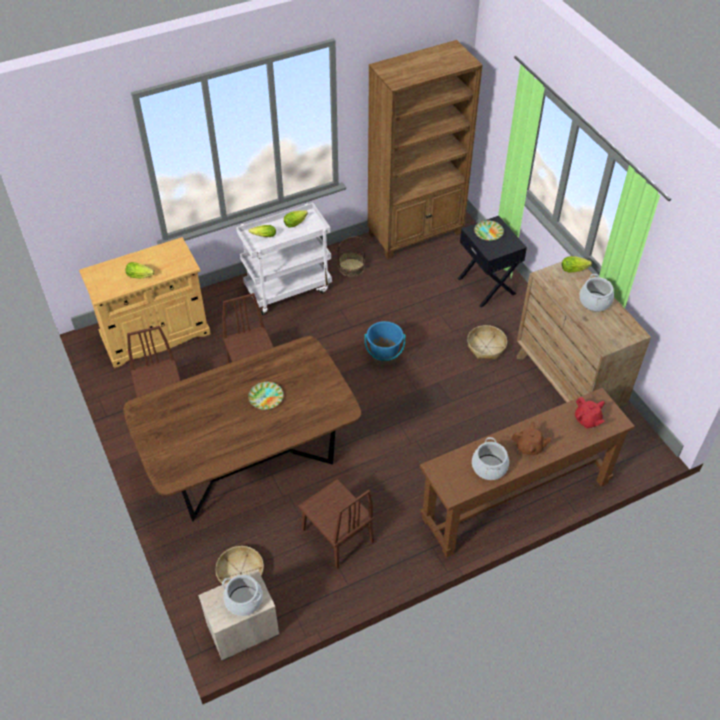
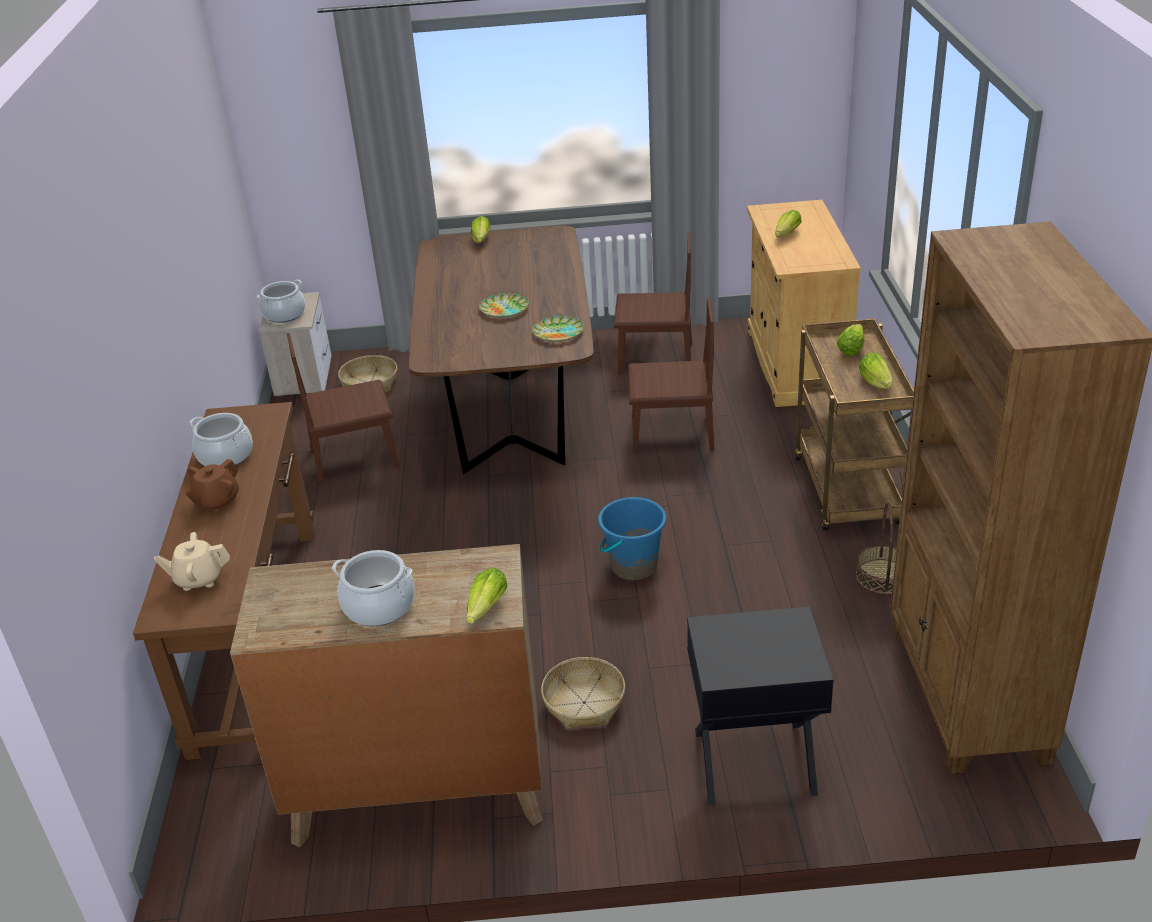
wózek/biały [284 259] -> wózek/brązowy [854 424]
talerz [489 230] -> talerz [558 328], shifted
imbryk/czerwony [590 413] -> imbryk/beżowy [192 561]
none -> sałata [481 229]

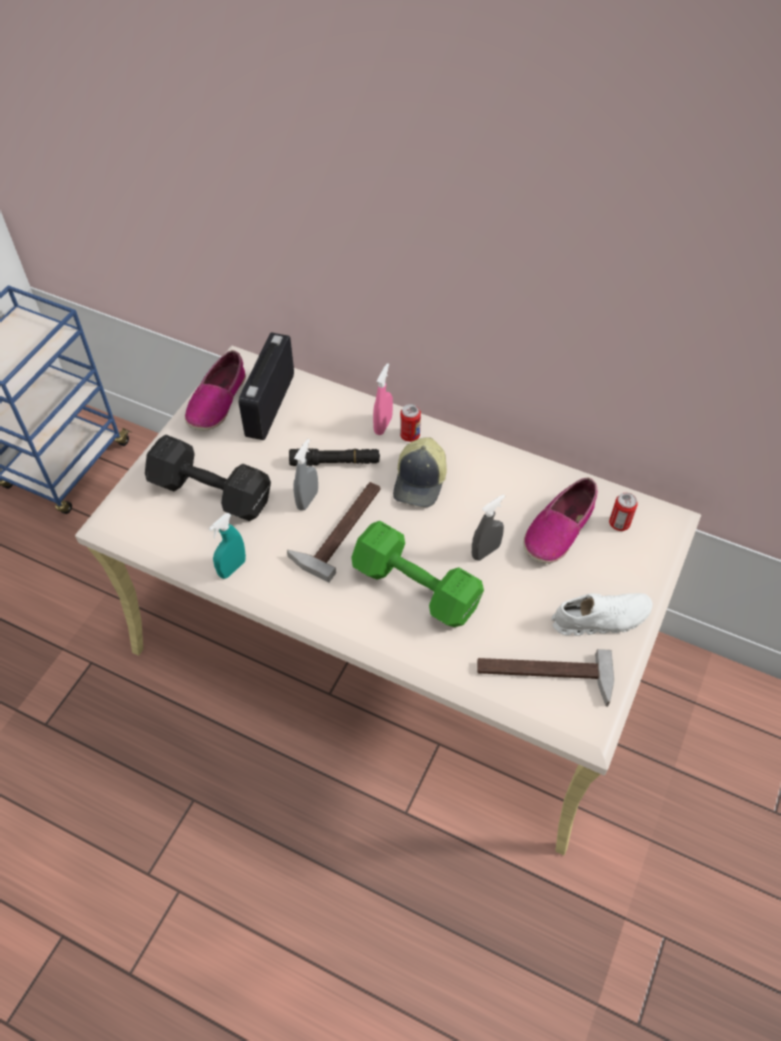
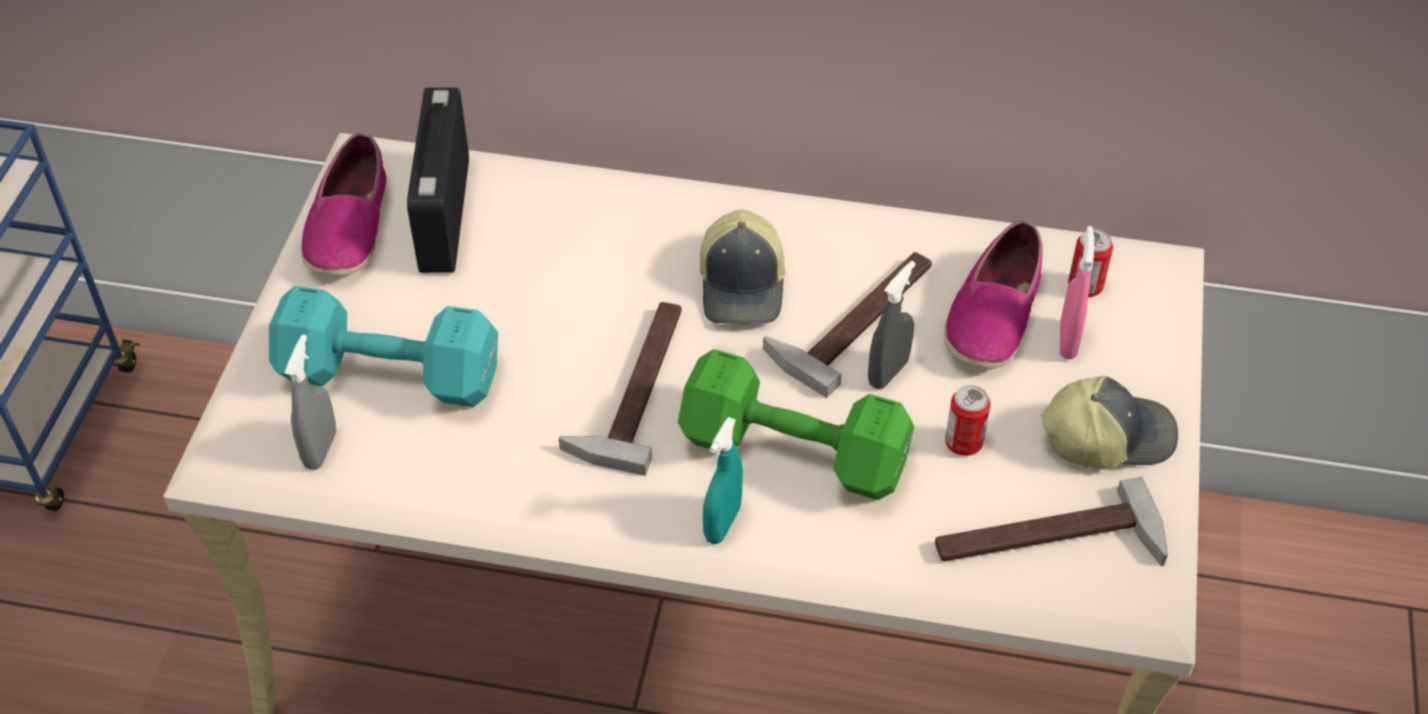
hantel/czarny [208 478] -> hantel/turkusowy [383 346]
spryskiwacz/turkusowy [227 546] -> spryskiwacz/turkusowy [723 480], shifted
latarka/czarny [334 457] -> none
spryskiwacz/szary [306 475] -> spryskiwacz/szary [310 402], shifted
spryskiwacz/różowy [383 399] -> spryskiwacz/różowy [1077 292], shifted
puszka [410 423] -> puszka [967 420], shifted
but/biały [602 614] -> czapka z daszkiem [1109 423]
none -> młotek [847 325]

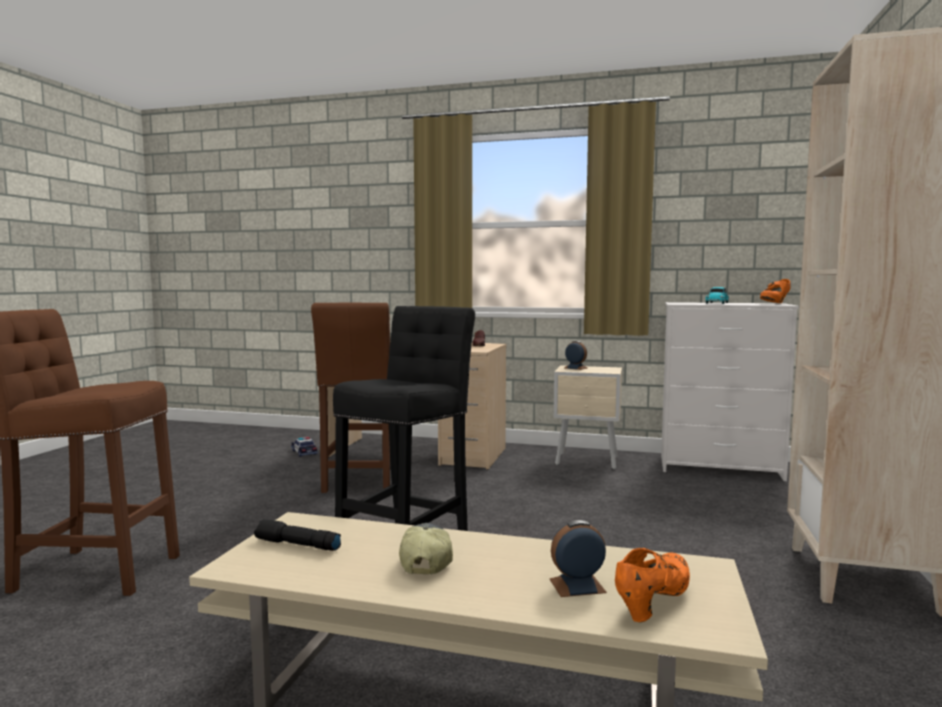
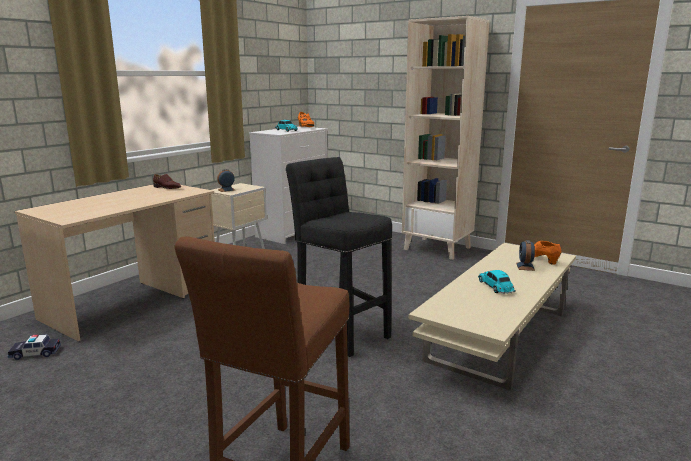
latarka/czarny [297 535] -> none
stołek/brązowy [350 398] -> none
czapka z daszkiem [426 548] -> samochodzik [497 282]

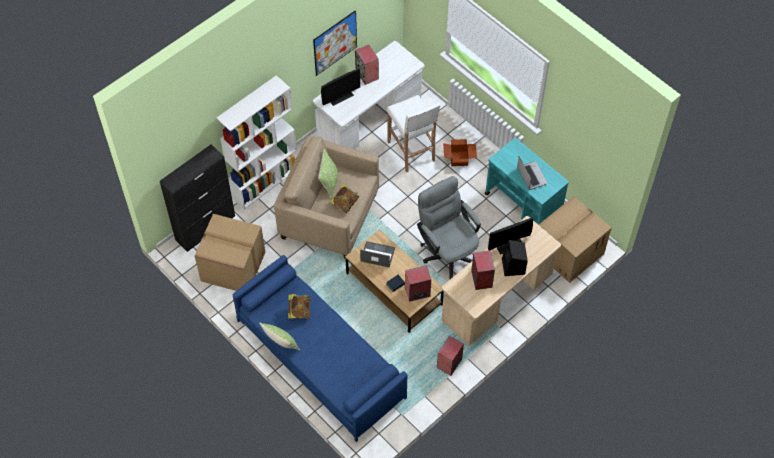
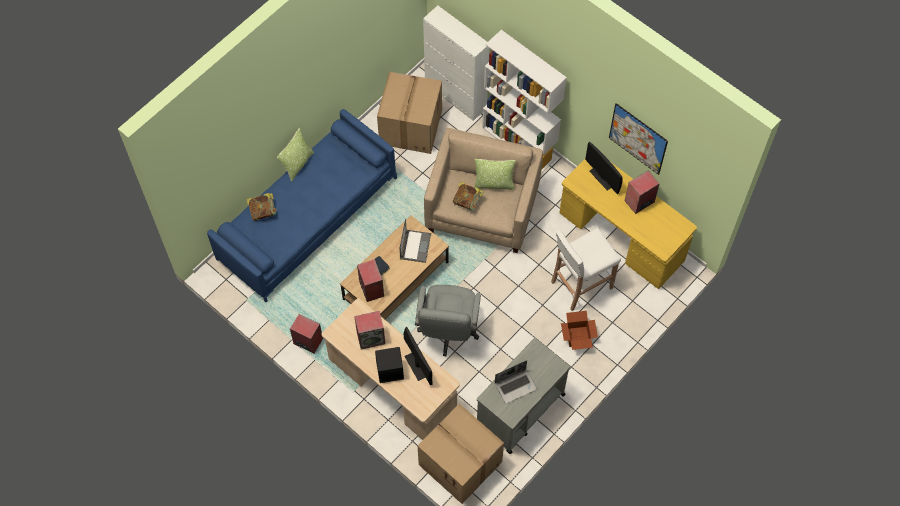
szafka/czarny [197 198] -> szafka/biały [456 63]
książka [299 306] -> książka [262 207], shifted
biurko/biały [368 95] -> biurko/żółty [628 224]
krzesło biurowe/szary [449 227] -> krzesło biurowe/szary [448 321], 135 degrees clockwise
wózek/turkusowy [527 181] -> wózek/szary [523 396]

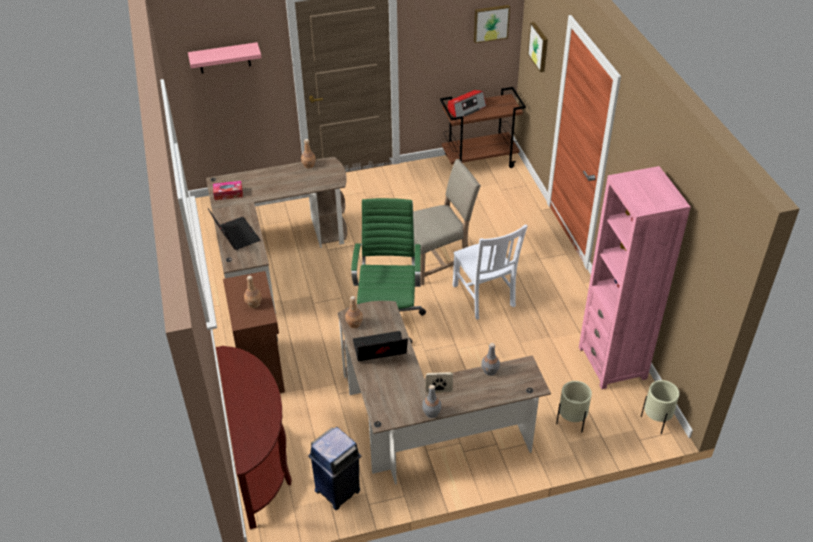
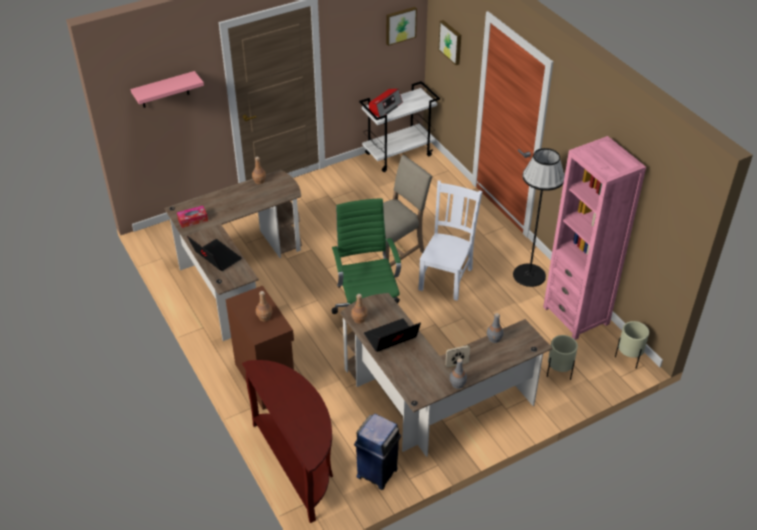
wózek/brązowy [483 127] -> wózek/biały [399 126]
krzesło/biały [490 272] -> krzesło/biały [450 241], 120 degrees counterclockwise
none -> lampa stojąca/czarny [539 217]

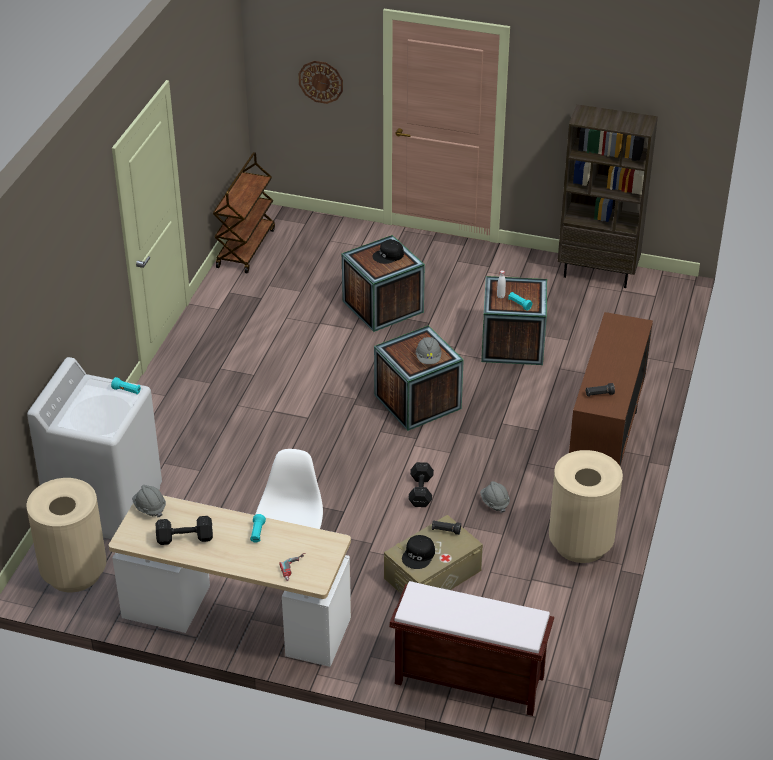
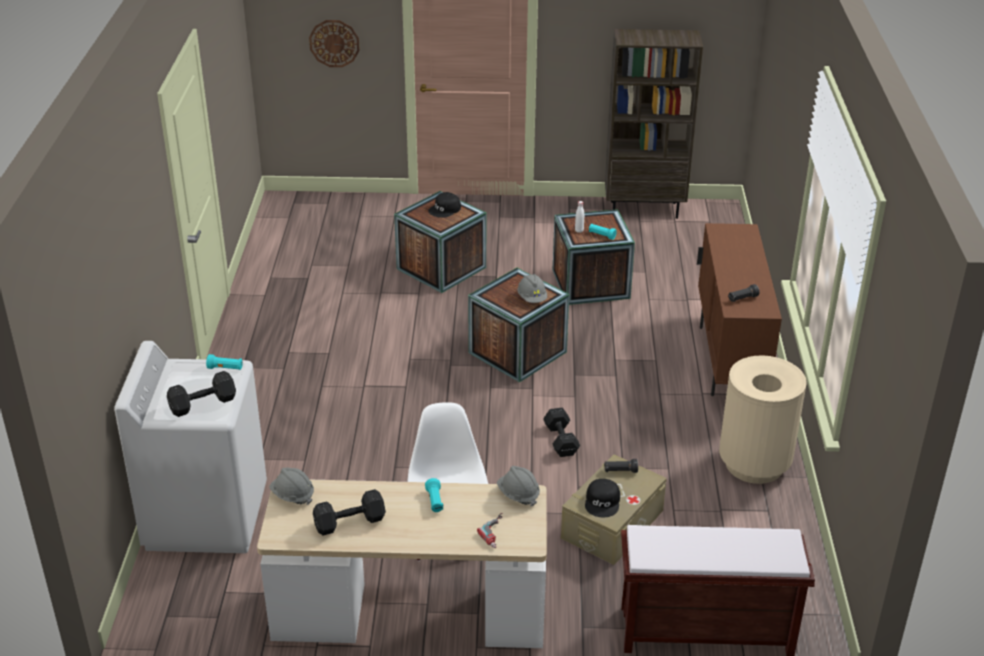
kosz na śmieci/beżowy [67 535] -> none
wózek/brązowy [244 212] -> none
kask/szary [495 497] -> kask/szary [518 486], shifted
none -> hantel/czarny [201 394]

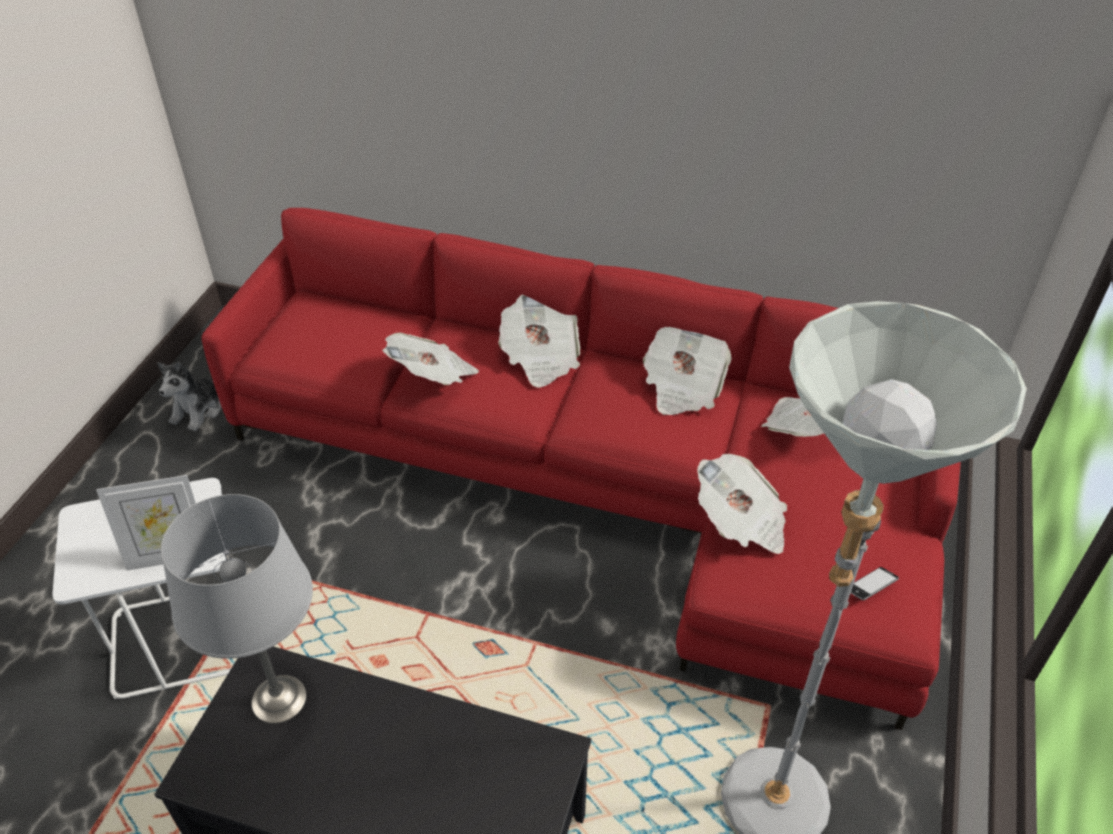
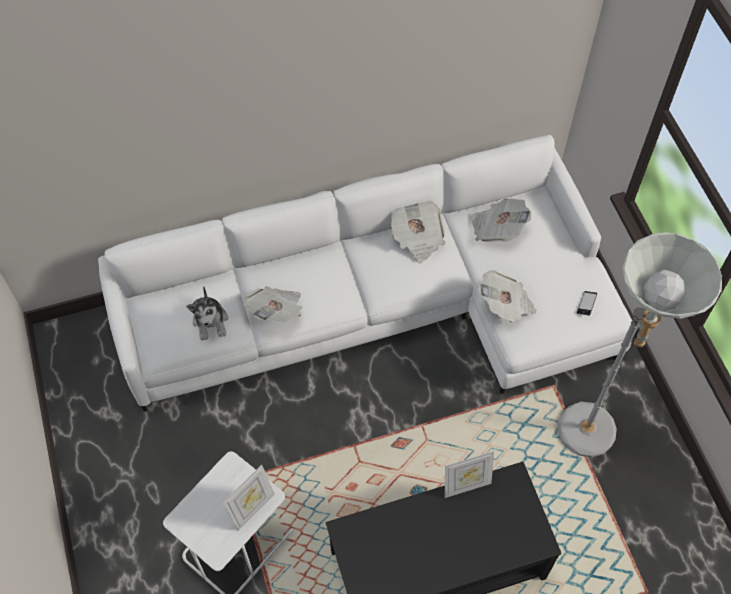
pluszak [189 396] -> pluszak [207 313], shifted
lampa stołowa/szary [237 609] -> none
kanapa/czerwony [581 469] -> kanapa/biały [365 273]
gazeta [539 341] -> none
none -> ramka na zdjęcie [469 474]

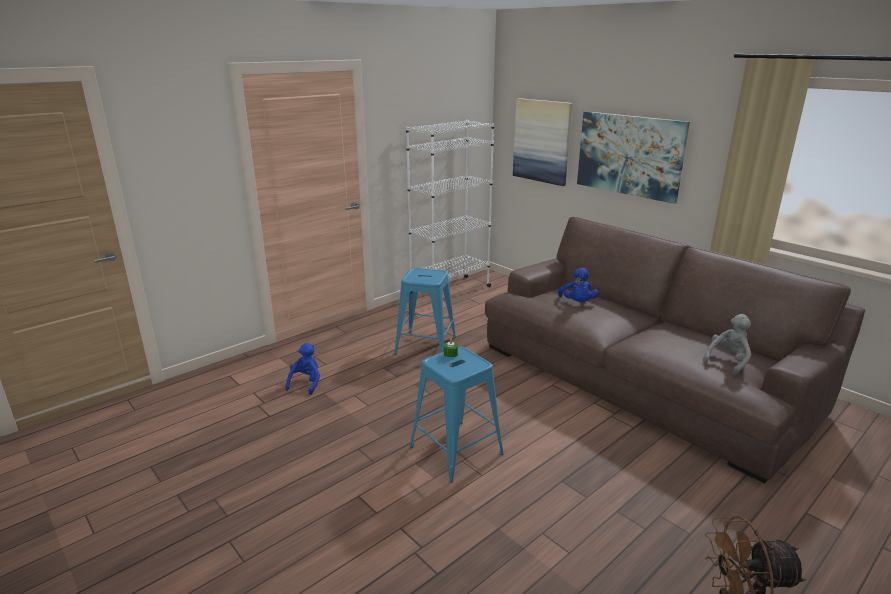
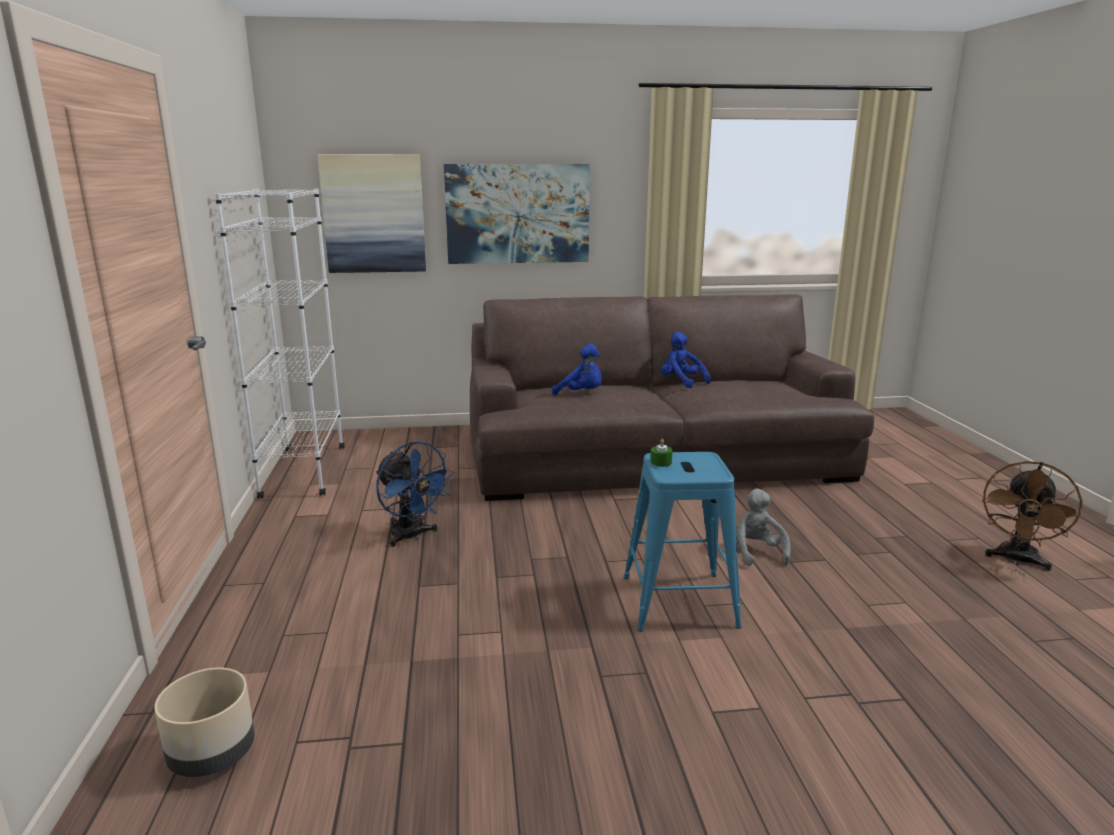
pluszak/niebieski [302 369] -> pluszak/niebieski [686 360], shifted
stołek/niebieski [425 311] -> wentylator/niebieski [415 494]
pluszak/szary [727 344] -> pluszak/szary [763 527], shifted
none -> donica/beżowy [204 722]

